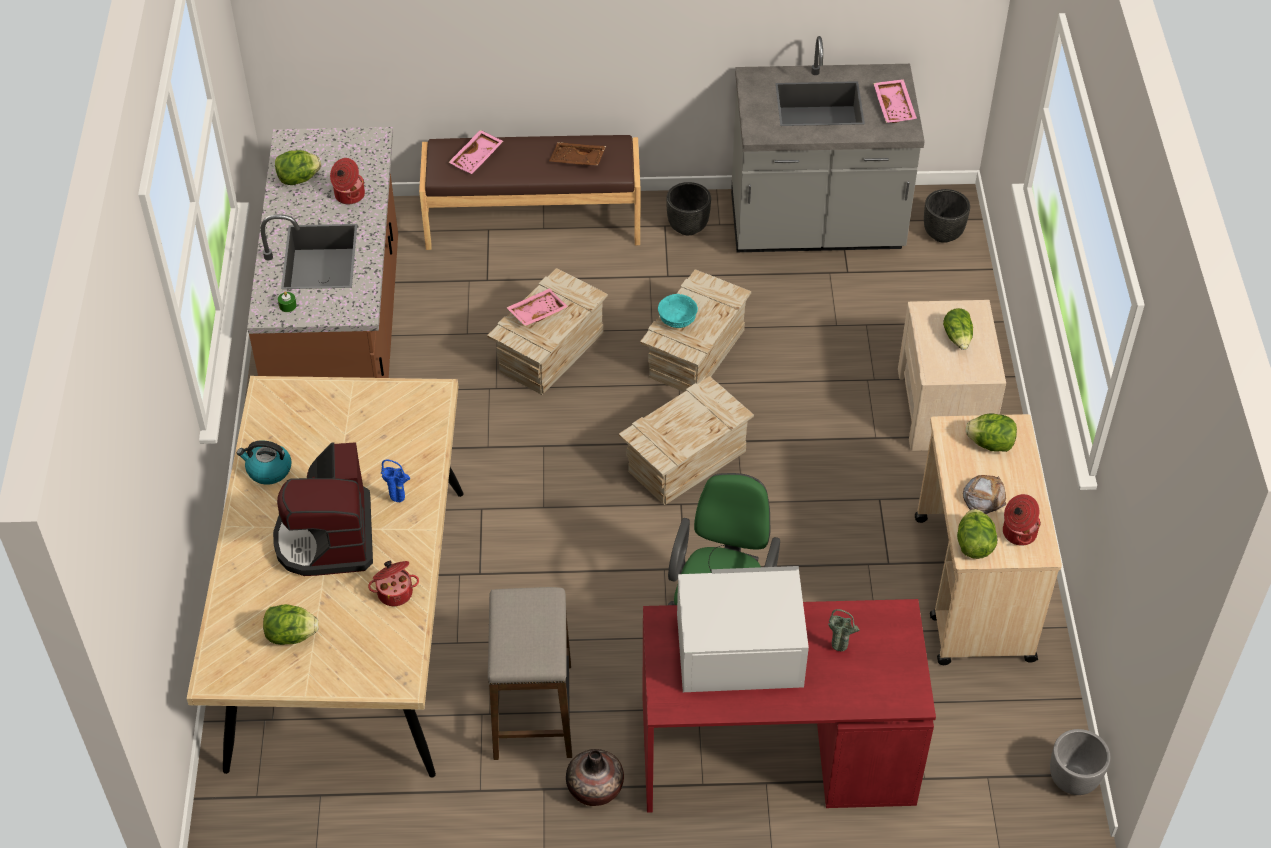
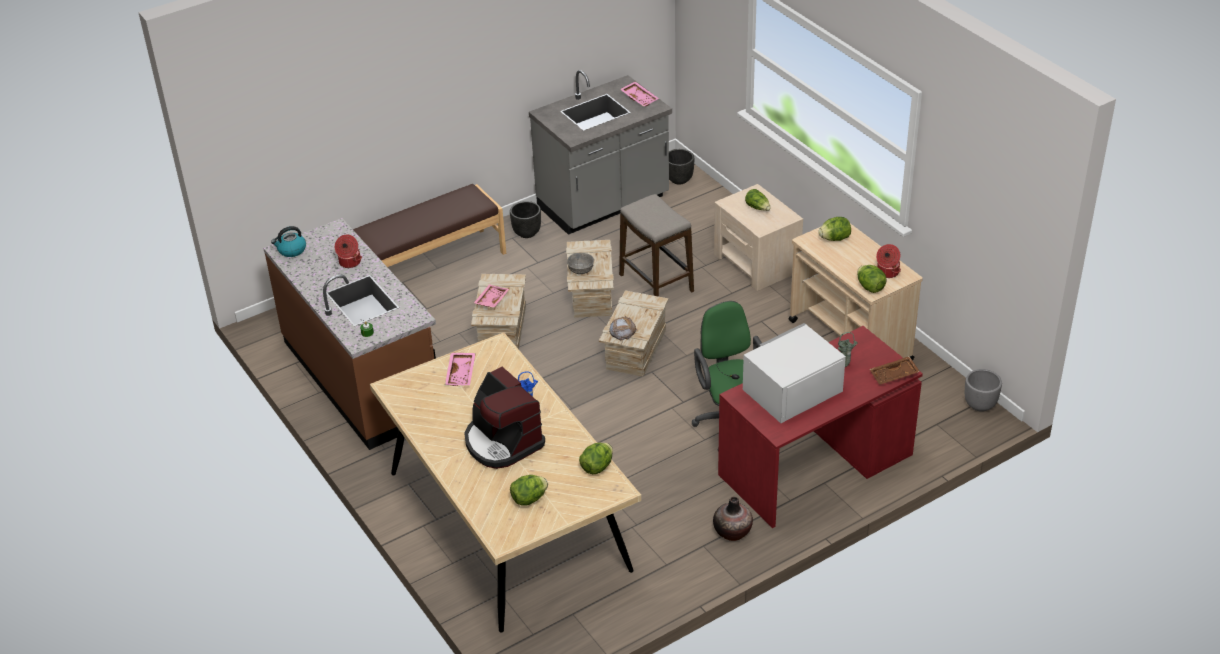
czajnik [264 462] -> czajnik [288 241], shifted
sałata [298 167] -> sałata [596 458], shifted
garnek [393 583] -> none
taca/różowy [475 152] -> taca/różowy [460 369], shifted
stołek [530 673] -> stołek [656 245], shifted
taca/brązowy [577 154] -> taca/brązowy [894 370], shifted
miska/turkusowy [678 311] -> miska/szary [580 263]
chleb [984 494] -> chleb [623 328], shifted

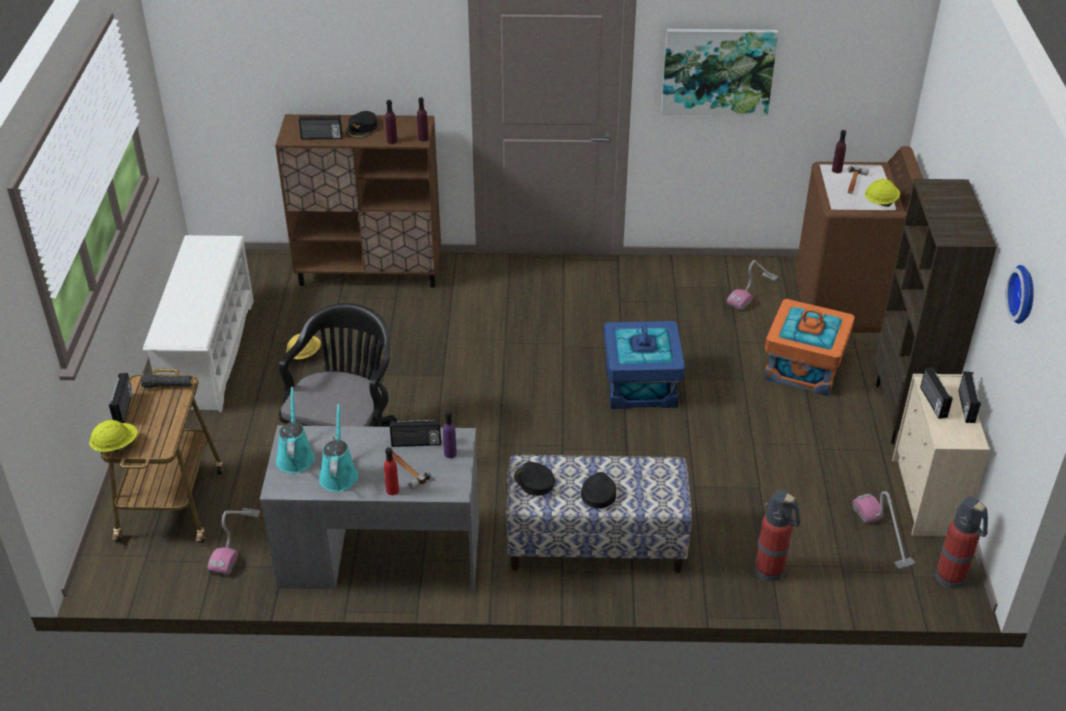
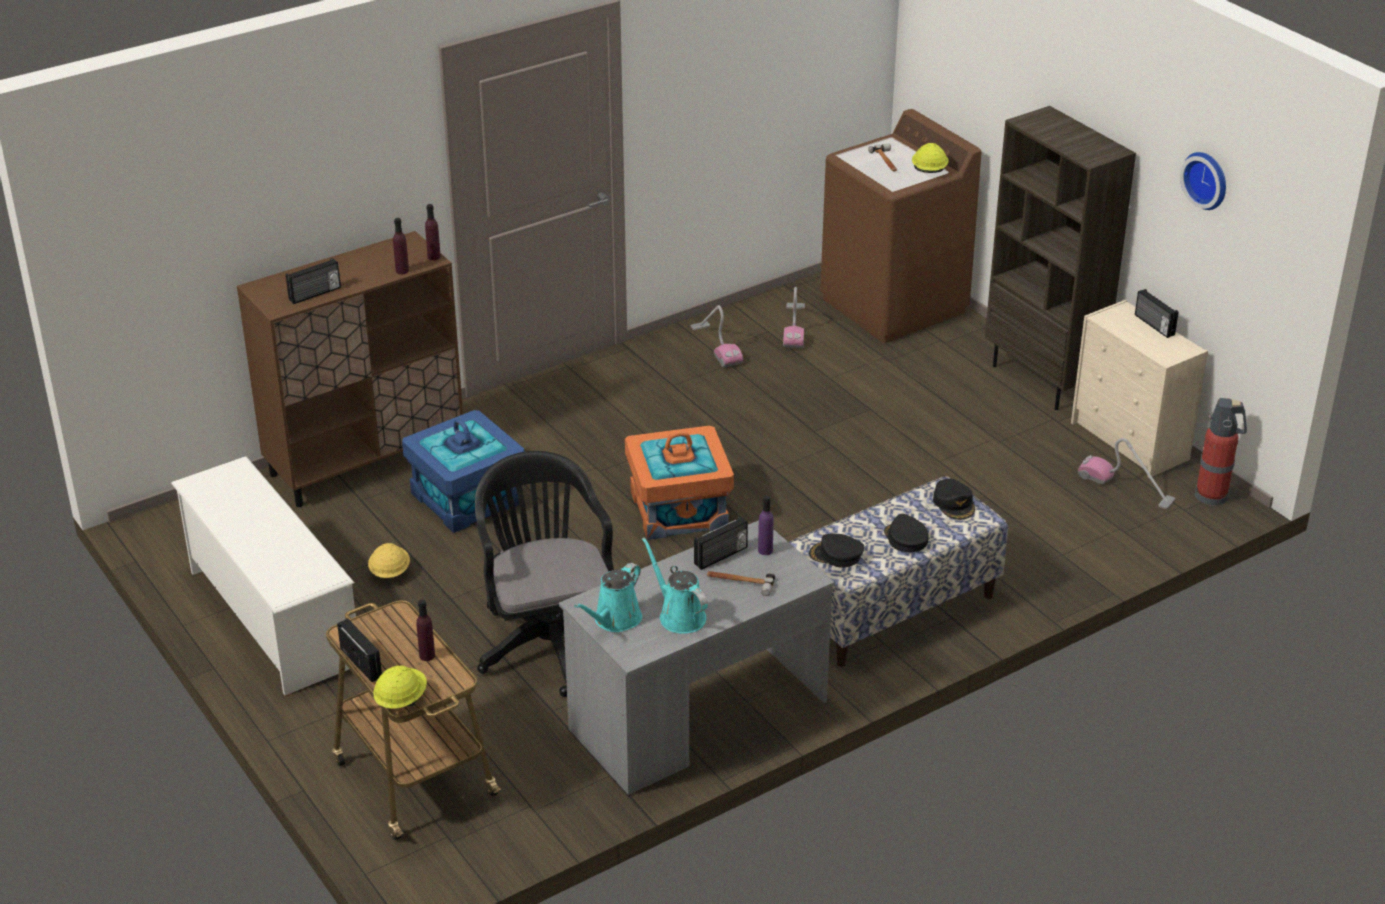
latarka/czarny [167 381] -> none
odkurzacz [234 541] -> odkurzacz [717 336], shifted
konewka/turkusowy [295 430] -> konewka/turkusowy [608 597], 105 degrees counterclockwise
czapka z daszkiem/czarny [361 125] -> czapka z daszkiem/czarny [954 499], shifted
butelka/czerwony [391 471] -> none
pojemnik do przechowywania/niebieski [644 365] -> pojemnik do przechowywania/niebieski [463 471], shifted
obraz [719 72] -> none
gaśnica [777 535] -> none
pojemnik do przechowywania/pomarańczowy [809 347] -> pojemnik do przechowywania/pomarańczowy [679 482], shifted
butelka/fioletowy [839 151] -> butelka/fioletowy [425 630], shifted
radio [936 393] -> none

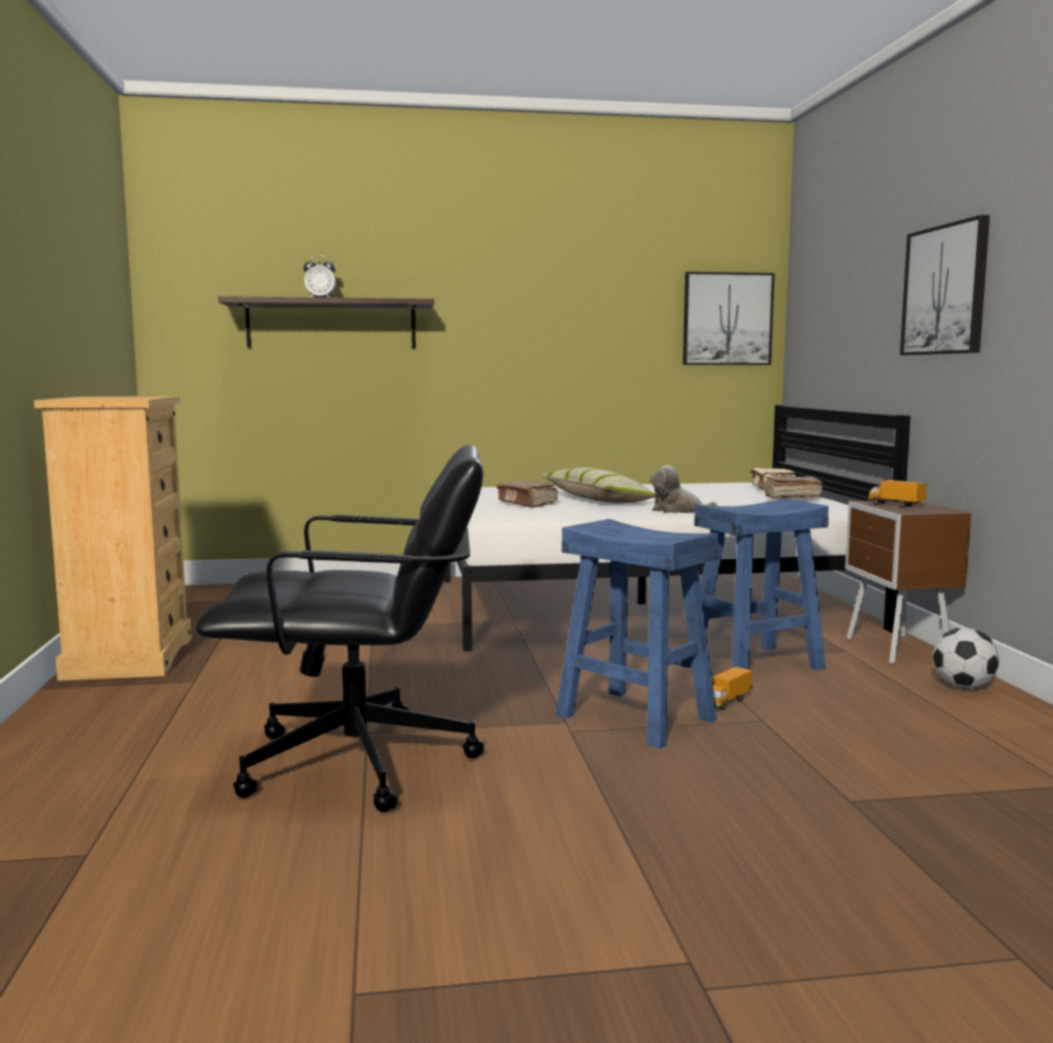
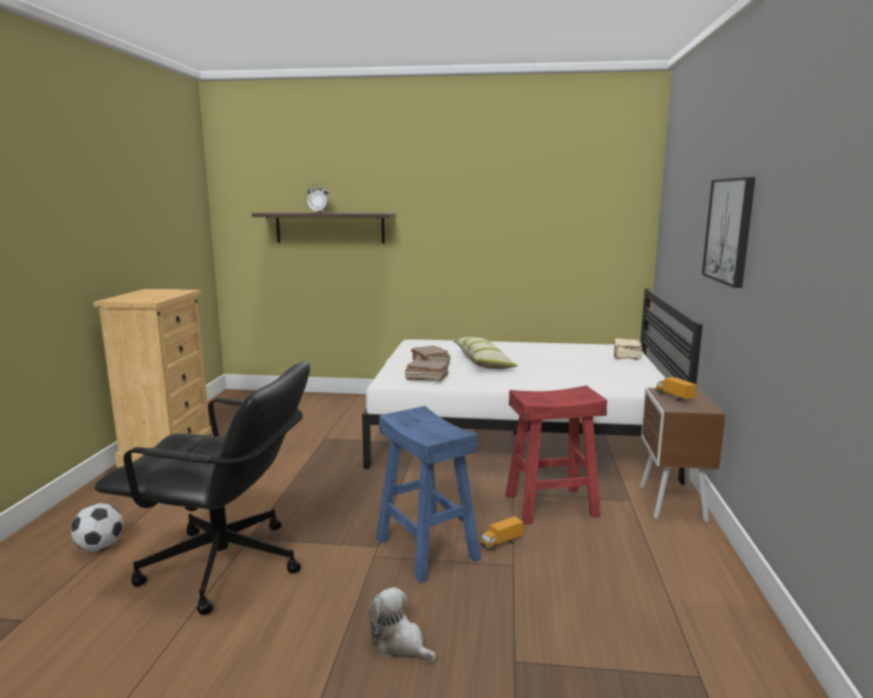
pluszak [683 489] -> pluszak [402 624], shifted
obraz [729 318] -> none
stołek/niebieski [761 584] -> stołek/czerwony [556 455]
książka/brązowy [793 488] -> książka/brązowy [427 370], shifted
piłka futbolowa [966 658] -> piłka futbolowa [97 527], shifted

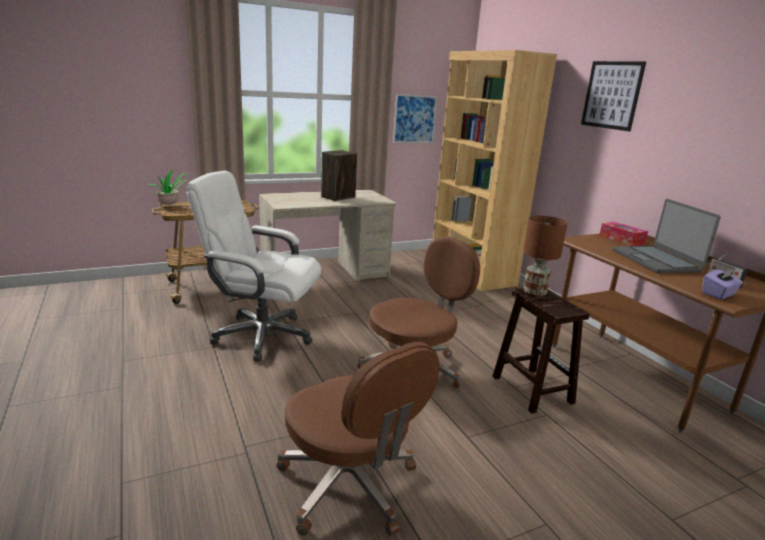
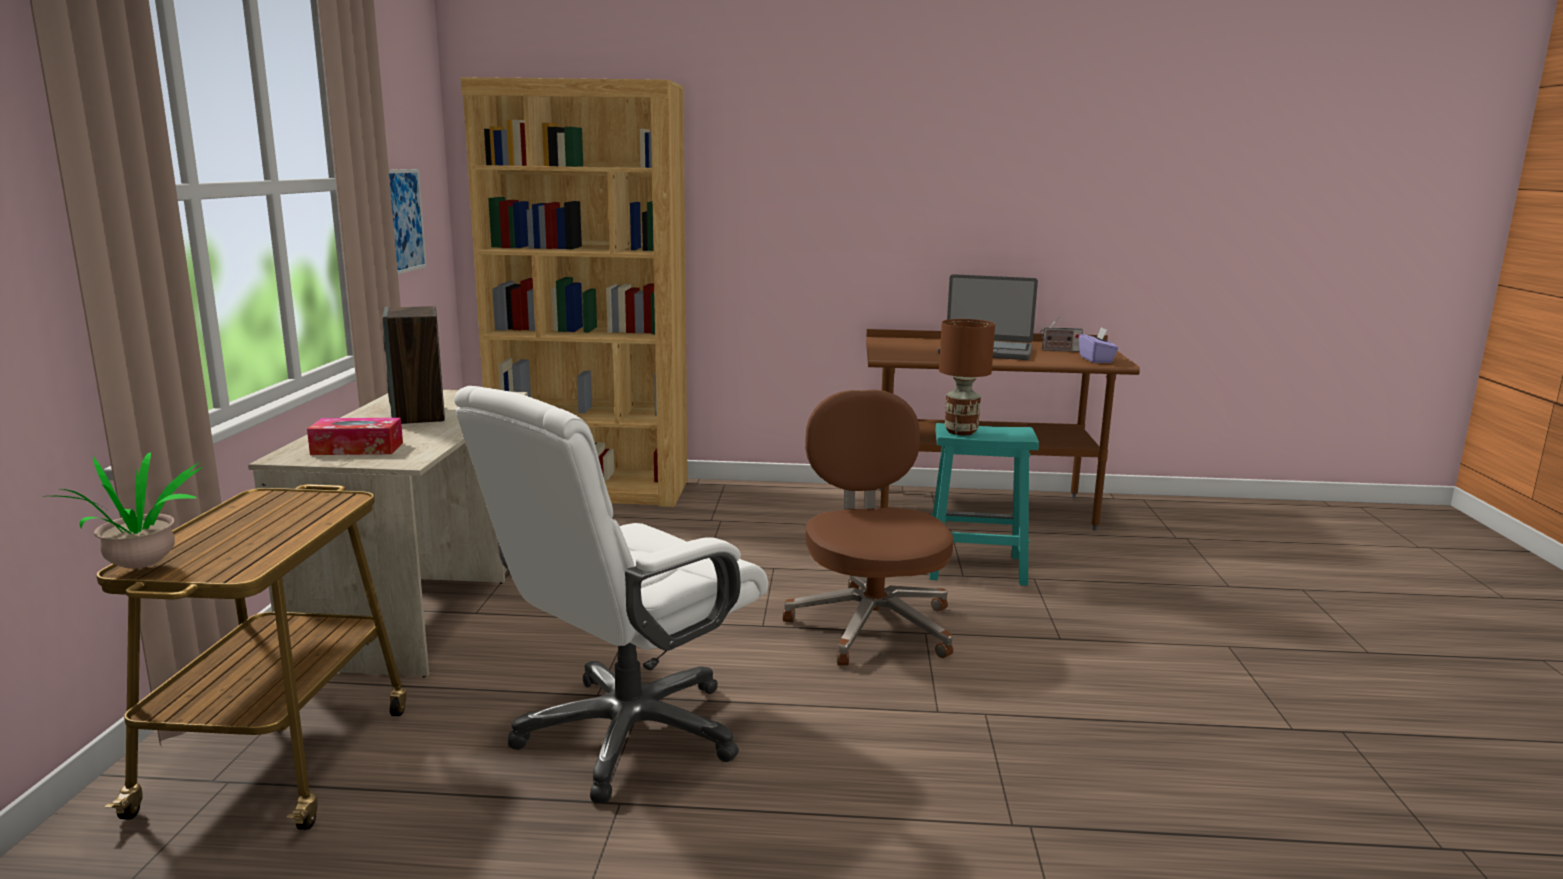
krzesło biurowe/brązowy [358 439] -> none
stołek/brązowy [541 350] -> stołek/turkusowy [984 504]
obraz [613 96] -> none
pudełko chusteczek [623 234] -> pudełko chusteczek [355 436], shifted

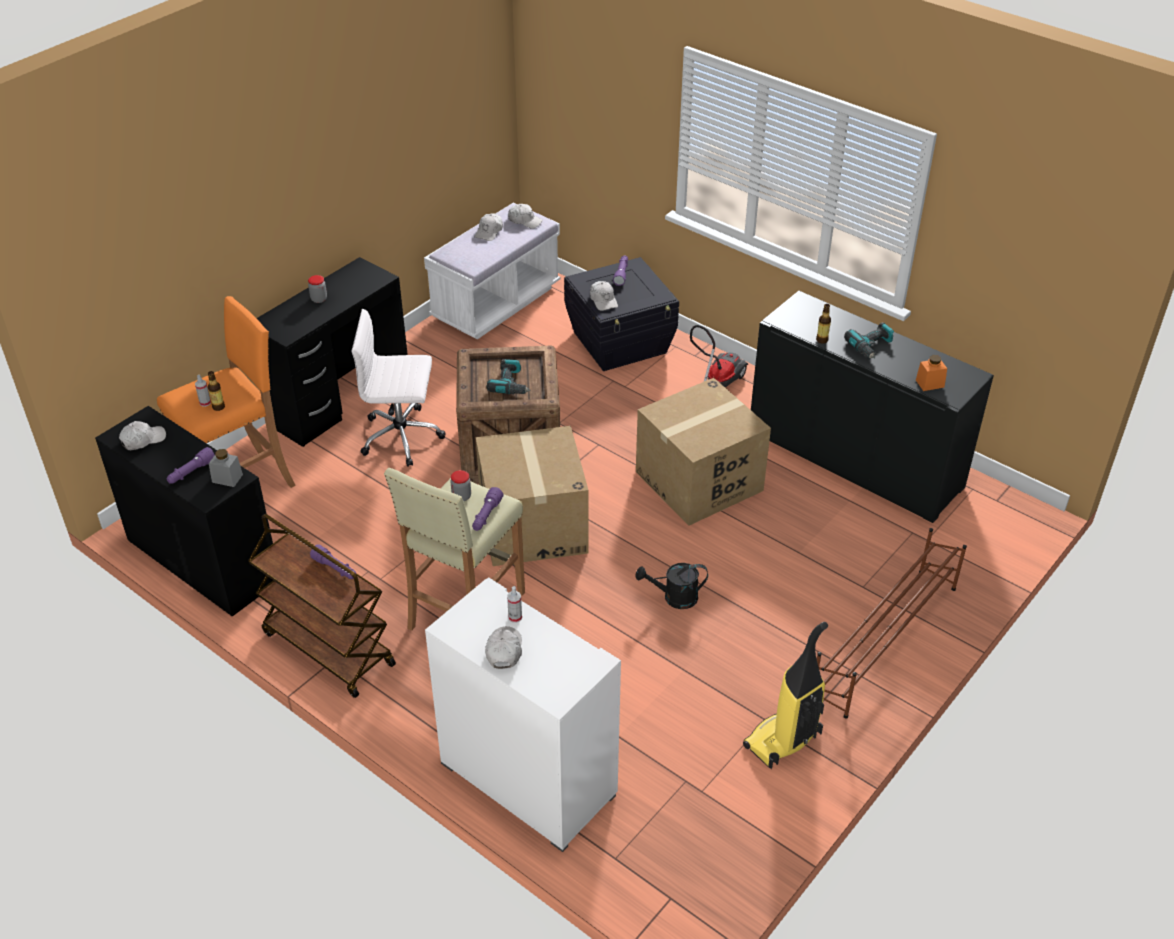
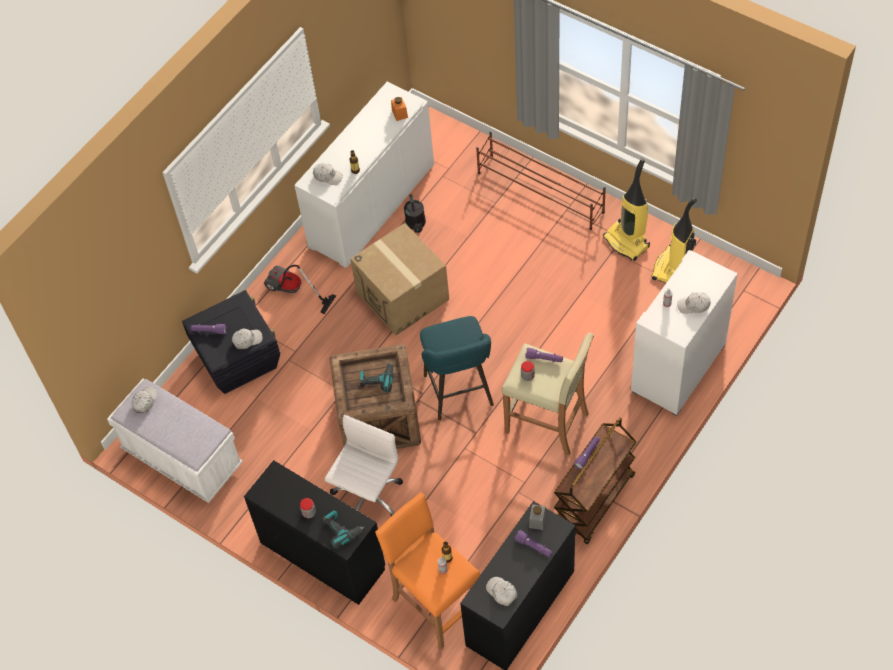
krzesło biurowe/biały [399 388] -> krzesło biurowe/biały [364 465], 150 degrees counterclockwise
czapka z daszkiem/biały [489 227] -> czapka z daszkiem/biały [328 174], shifted
karton [532 496] -> stołek/turkusowy [457 368]
konewka/czarny [671 586] -> konewka/czarny [415 213], shifted
szafka/czarny [872 407] -> szafka/biały [364 175]
wiertarka [869 340] -> wiertarka [343 529], shifted
none -> odkurzacz [674 240]

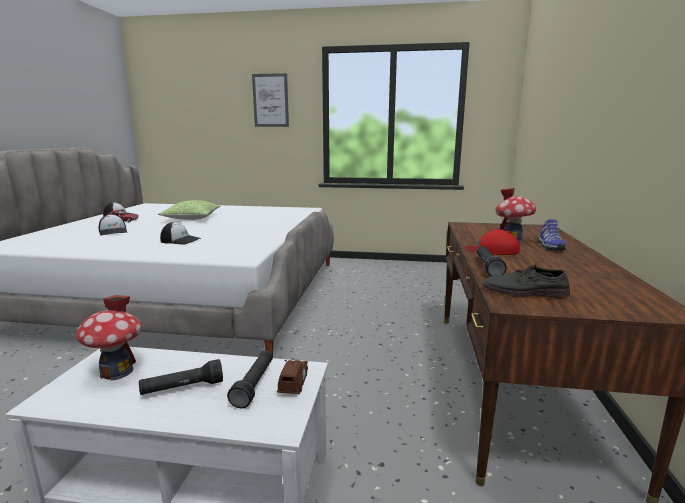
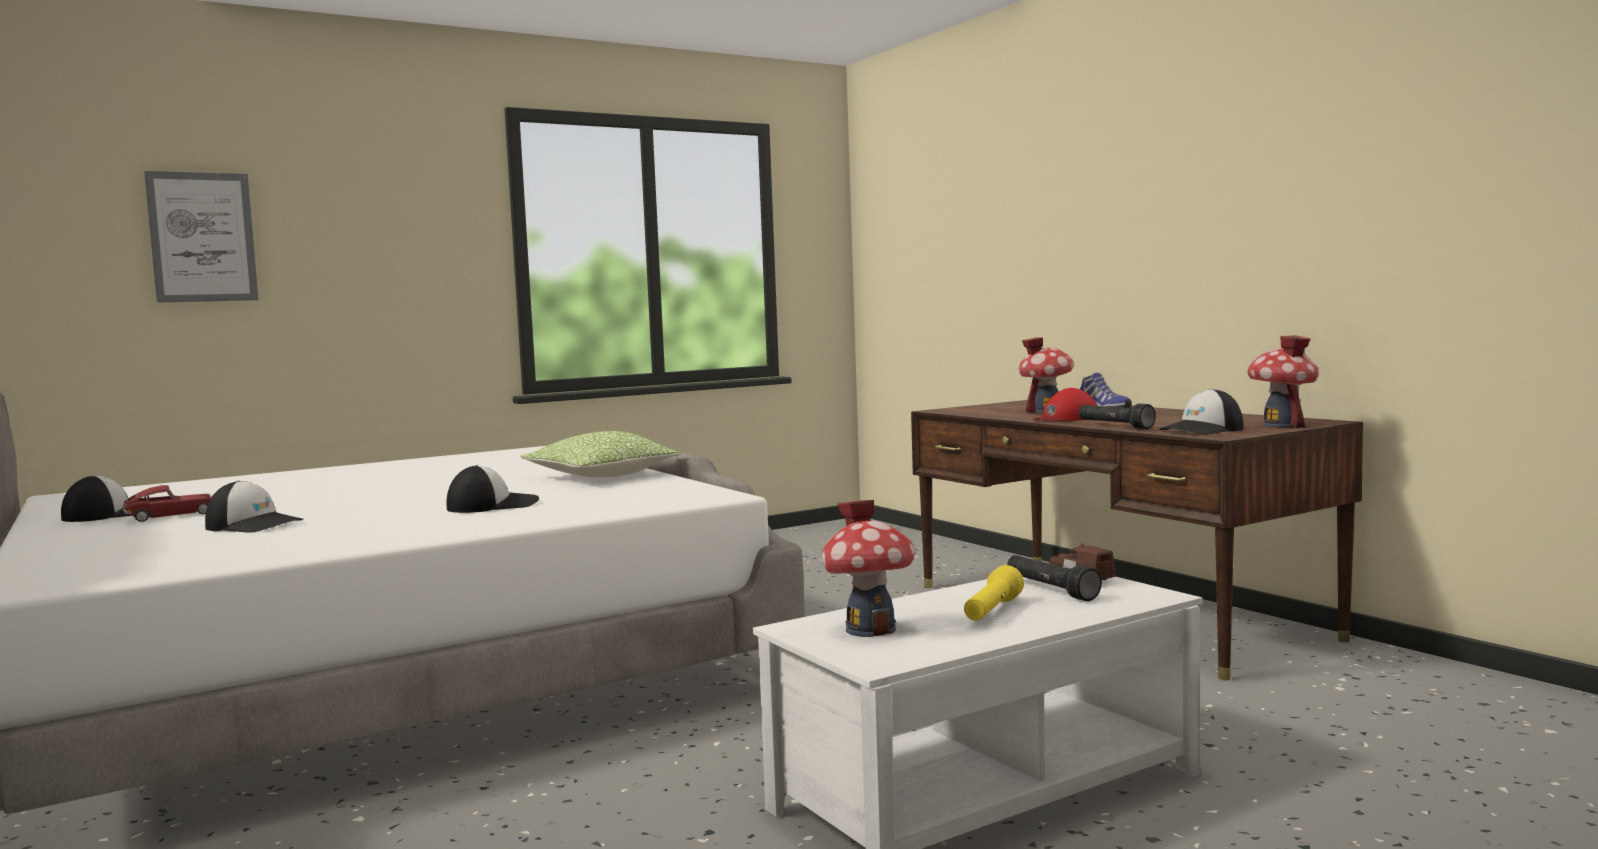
latarka/czarny [181 377] -> latarka/żółty [994 593]
poduszka [189 210] -> poduszka [601 454], shifted
obraz [270 100] -> obraz [201 237], shifted
but/szary [526 281] -> czapka z daszkiem [1201 412]
none -> domek [1283 381]

